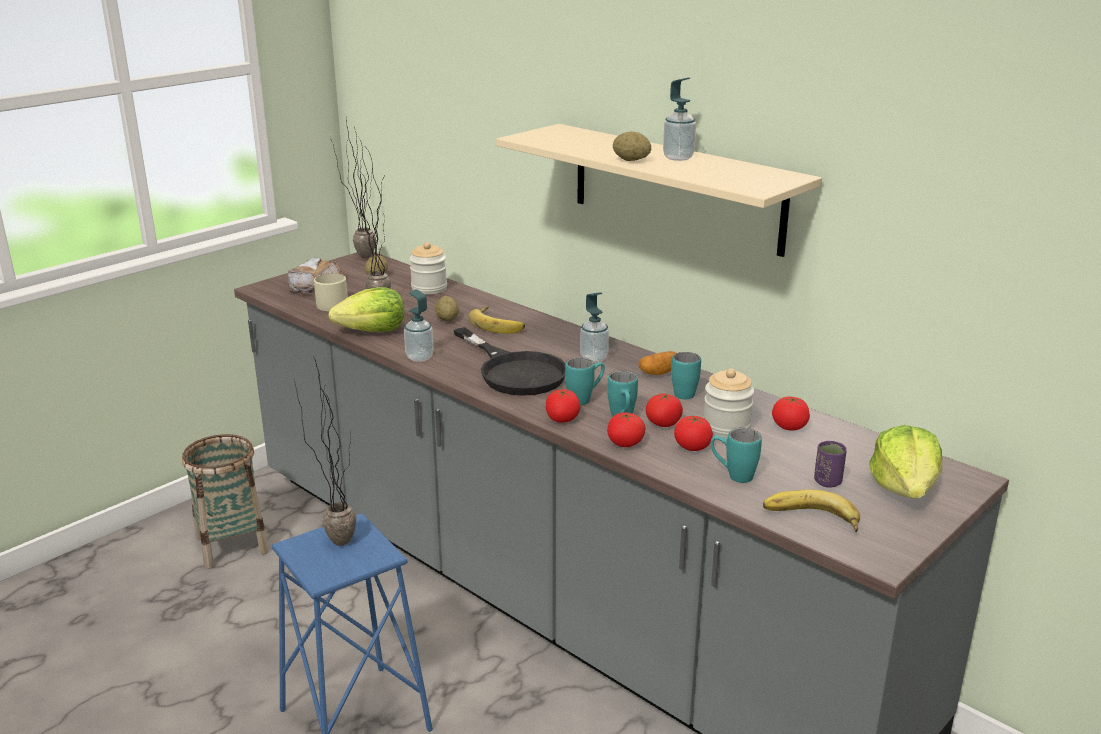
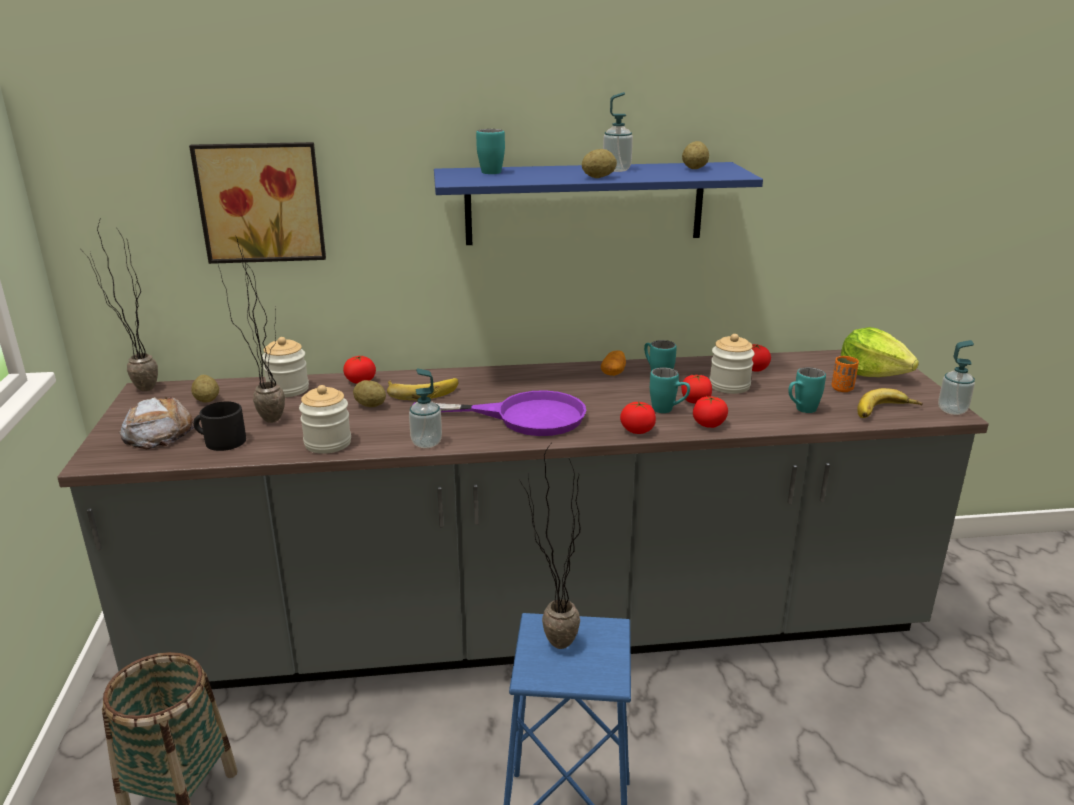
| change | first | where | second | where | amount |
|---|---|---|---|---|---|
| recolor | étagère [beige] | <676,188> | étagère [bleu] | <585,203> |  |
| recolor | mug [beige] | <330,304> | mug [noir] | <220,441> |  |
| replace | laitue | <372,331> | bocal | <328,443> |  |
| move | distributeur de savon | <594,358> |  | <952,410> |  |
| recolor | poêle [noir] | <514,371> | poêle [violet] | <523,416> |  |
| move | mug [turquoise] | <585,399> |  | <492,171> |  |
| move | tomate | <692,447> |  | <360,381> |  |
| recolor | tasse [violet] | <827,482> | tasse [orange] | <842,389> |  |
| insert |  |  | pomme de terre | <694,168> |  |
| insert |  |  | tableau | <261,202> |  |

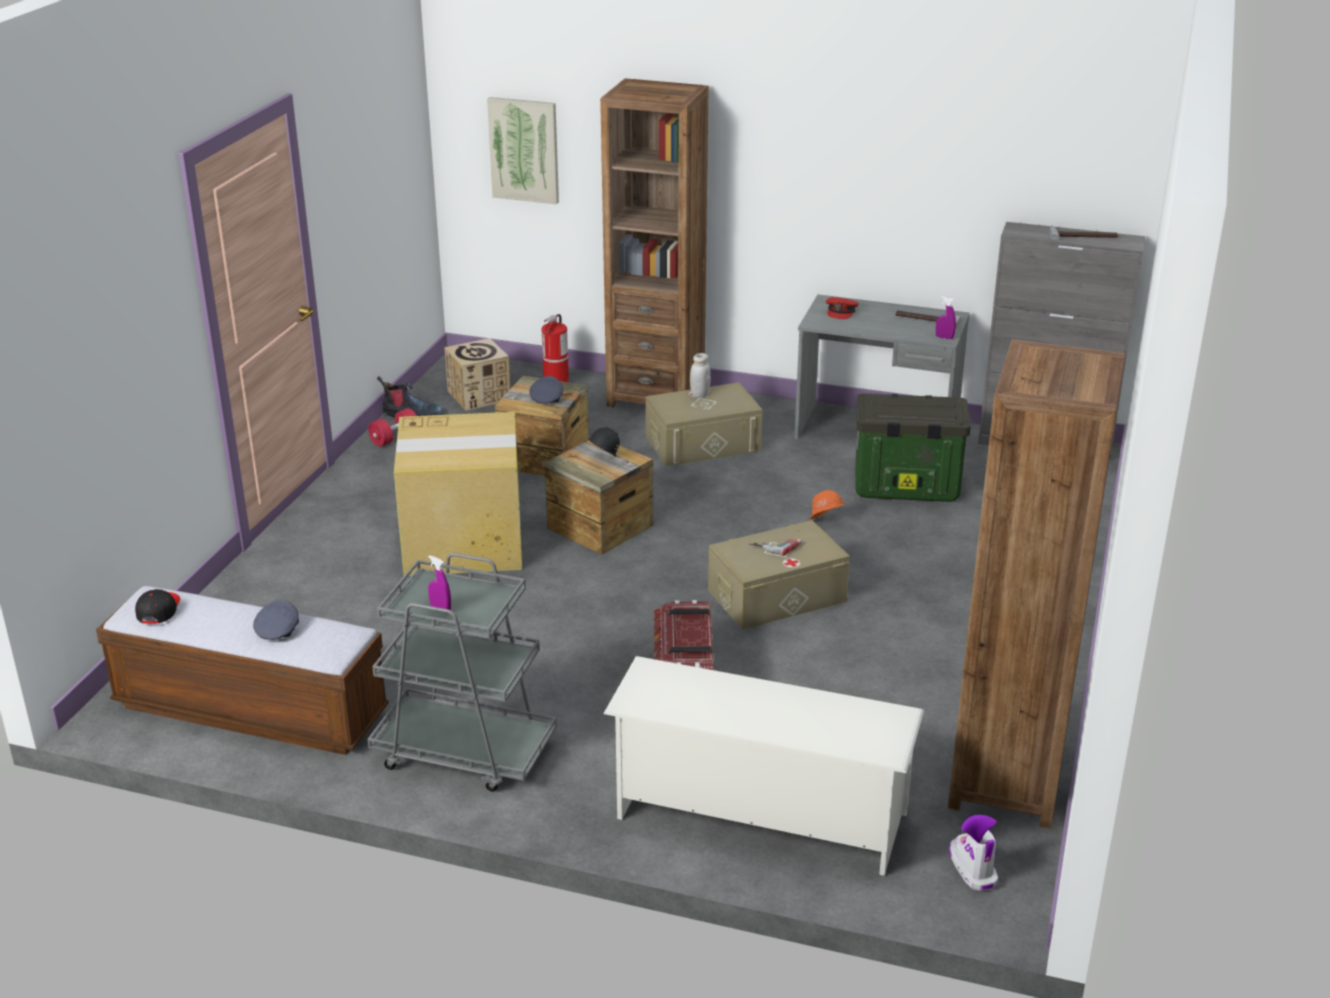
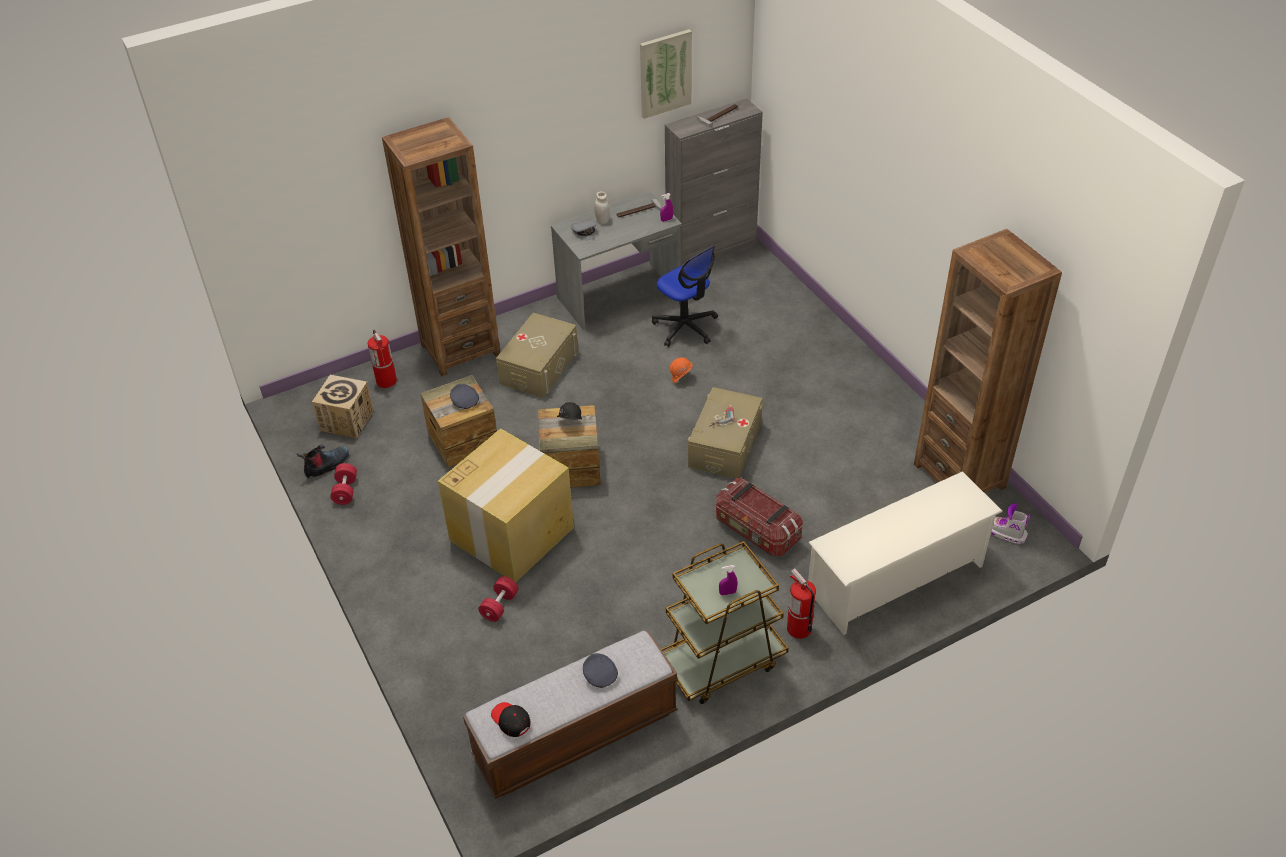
| change | first | where | second | where | amount |
|---|---|---|---|---|---|
| move | tableau | <524,150> |  | <665,73> |  |
| recolor | casquette [rouge] | <841,311> | casquette [gris] | <584,232> |  |
| move | bocal [blanc] | <699,394> |  | <602,220> |  |
| replace | boîte de rangement | <904,487> | chaise de bureau | <685,327> |  |
| recolor | chariot [gris] | <463,752> | chariot [marron] | <722,661> |  |
| insert |  |  | extincteur | <798,628> |  |
| insert |  |  | haltère [rouge] | <499,606> |  |

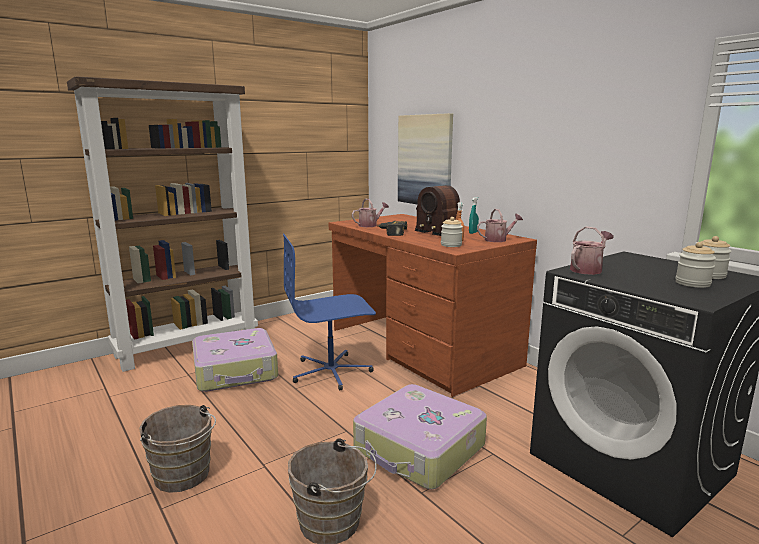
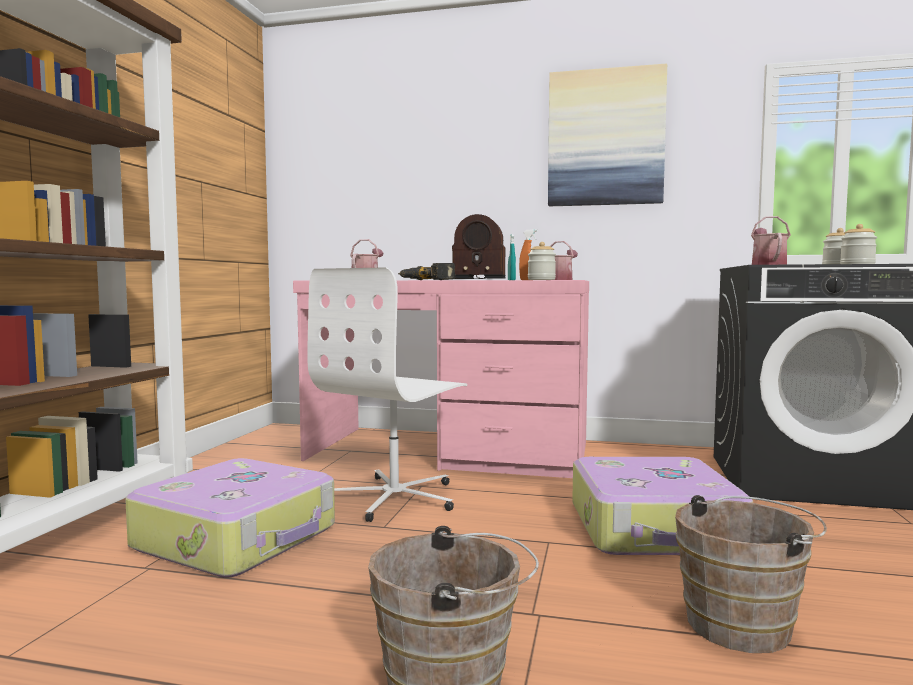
| change | first | where | second | where | amount |
|---|---|---|---|---|---|
| move | tableau | <425,160> |  | <605,138> |  |
| recolor | bureau [marron] | <421,347> | bureau [rose] | <451,451> |  |
| recolor | chaise de bureau [bleu] | <331,372> | chaise de bureau [blanc] | <395,498> |  |

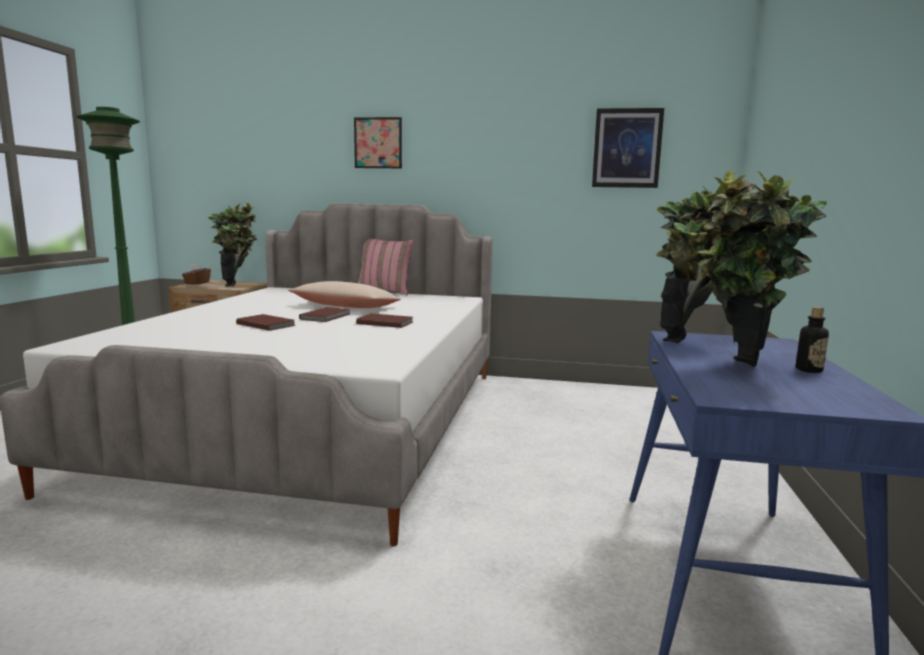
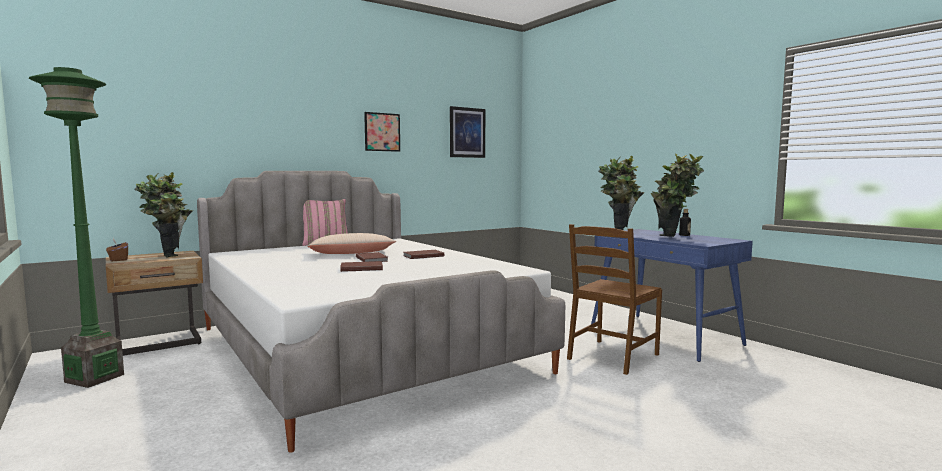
| change | first | where | second | where | amount |
|---|---|---|---|---|---|
| move | tableau | <378,143> |  | <382,132> |  |
| insert |  |  | chaise [marron] | <612,357> |  |

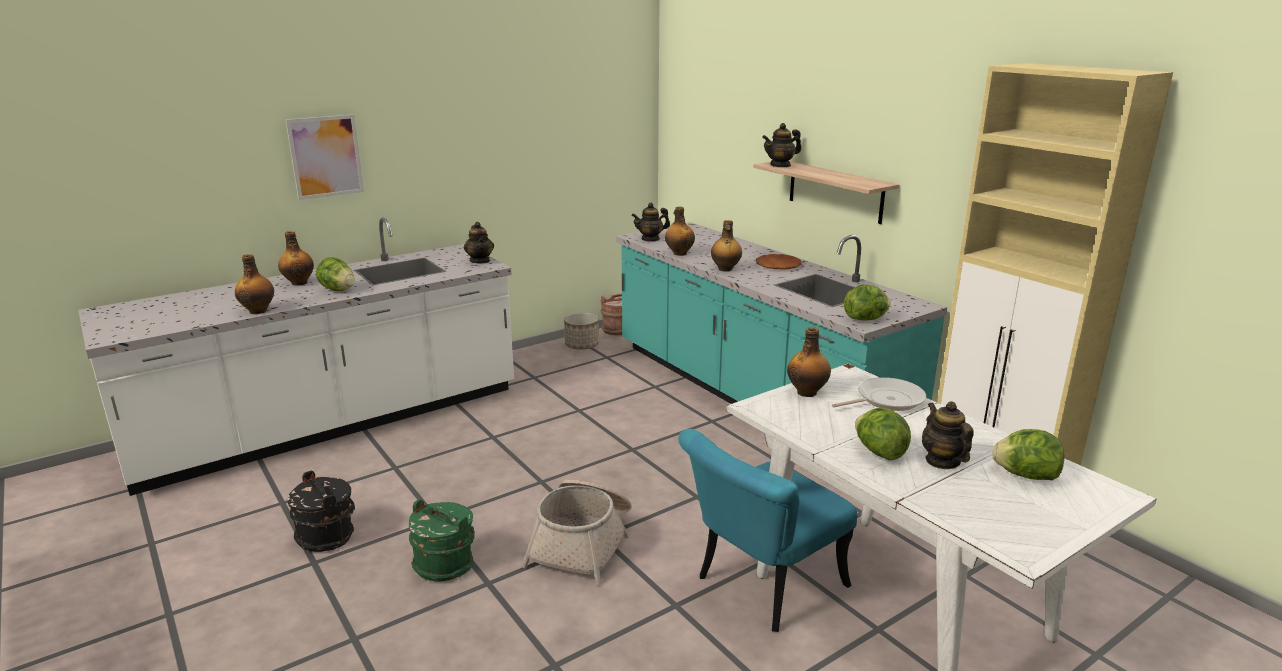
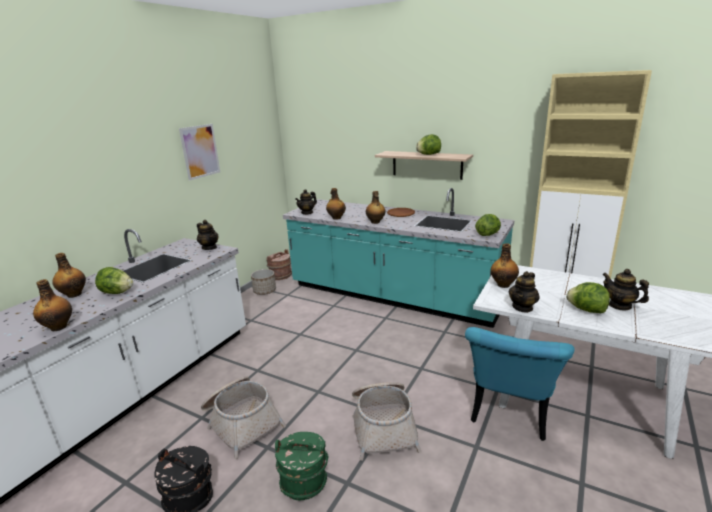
| change | first | where | second | where | amount |
|---|---|---|---|---|---|
| move | tableau | <326,156> |  | <200,151> |  |
| move | théière | <780,165> |  | <522,307> |  |
| delete | poêle | <886,400> |  |  |  |
| move | laitue | <1025,475> |  | <428,154> |  |
| insert |  |  | panier | <241,422> |  |

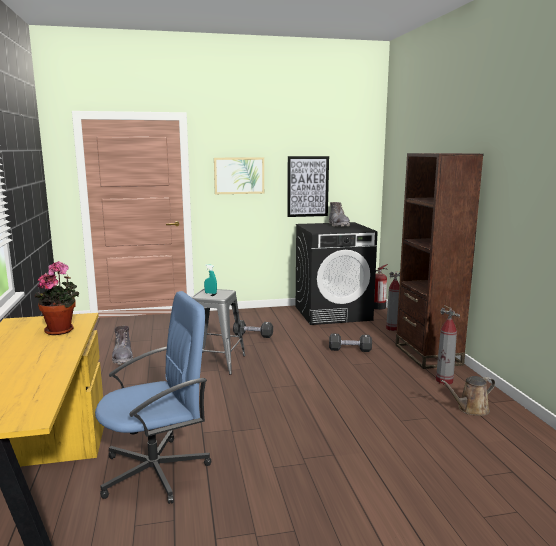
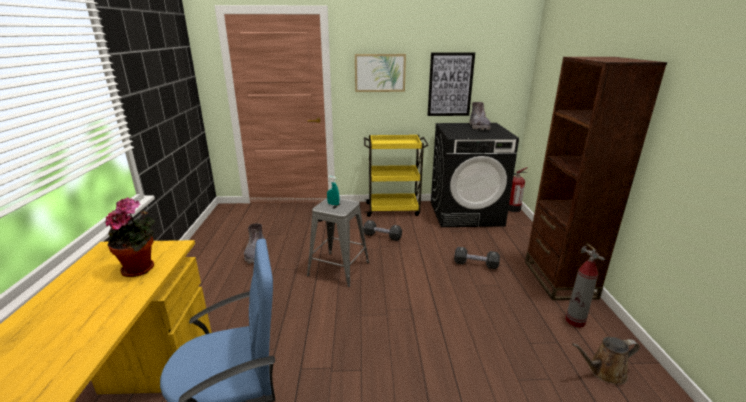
| change | first | where | second | where | amount |
|---|---|---|---|---|---|
| delete | extincteur | <392,328> |  |  |  |
| insert |  |  | chariot [jaune] | <393,209> |  |

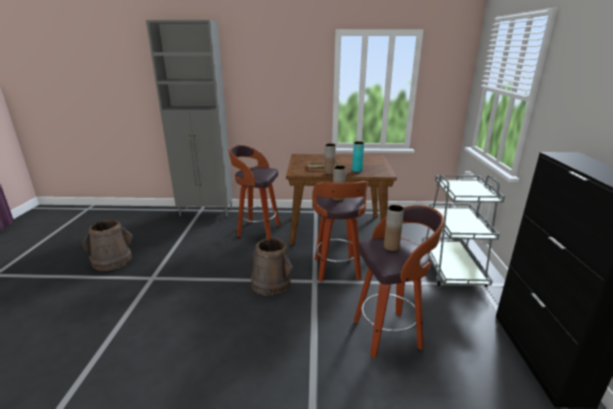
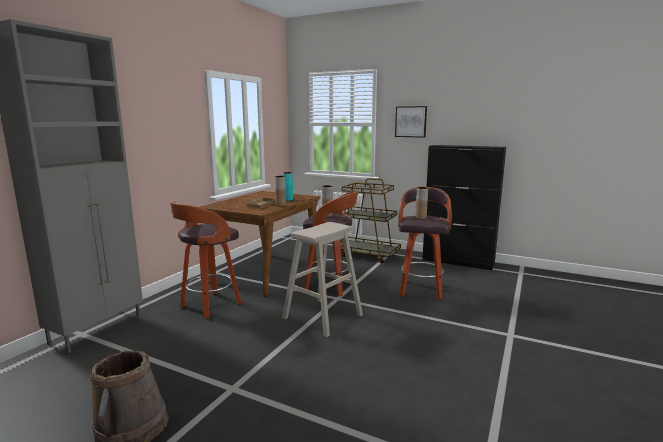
| change | first | where | second | where | amount |
|---|---|---|---|---|---|
| recolor | chariot [gris] | <451,269> | chariot [marron] | <367,254> |  |
| replace | seau [marron] | <271,283> | tabouret [beige] | <323,316> |  |
| insert |  |  | tableau | <411,121> |  |

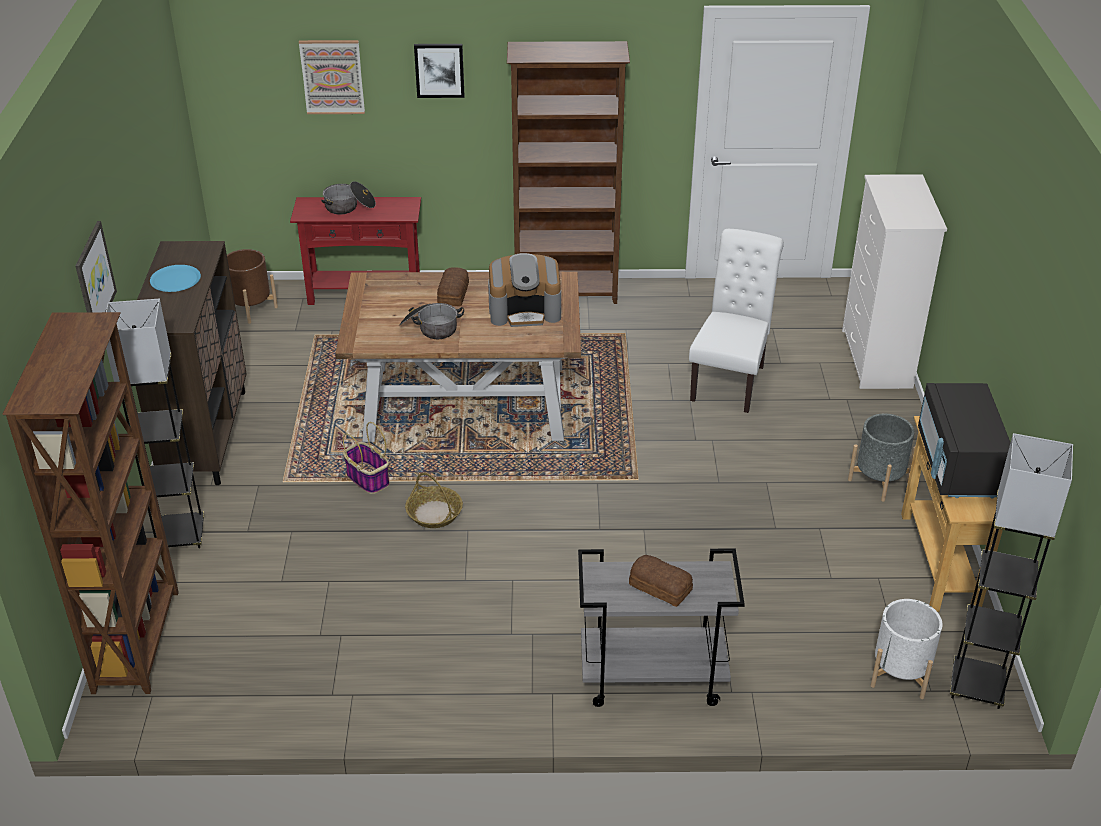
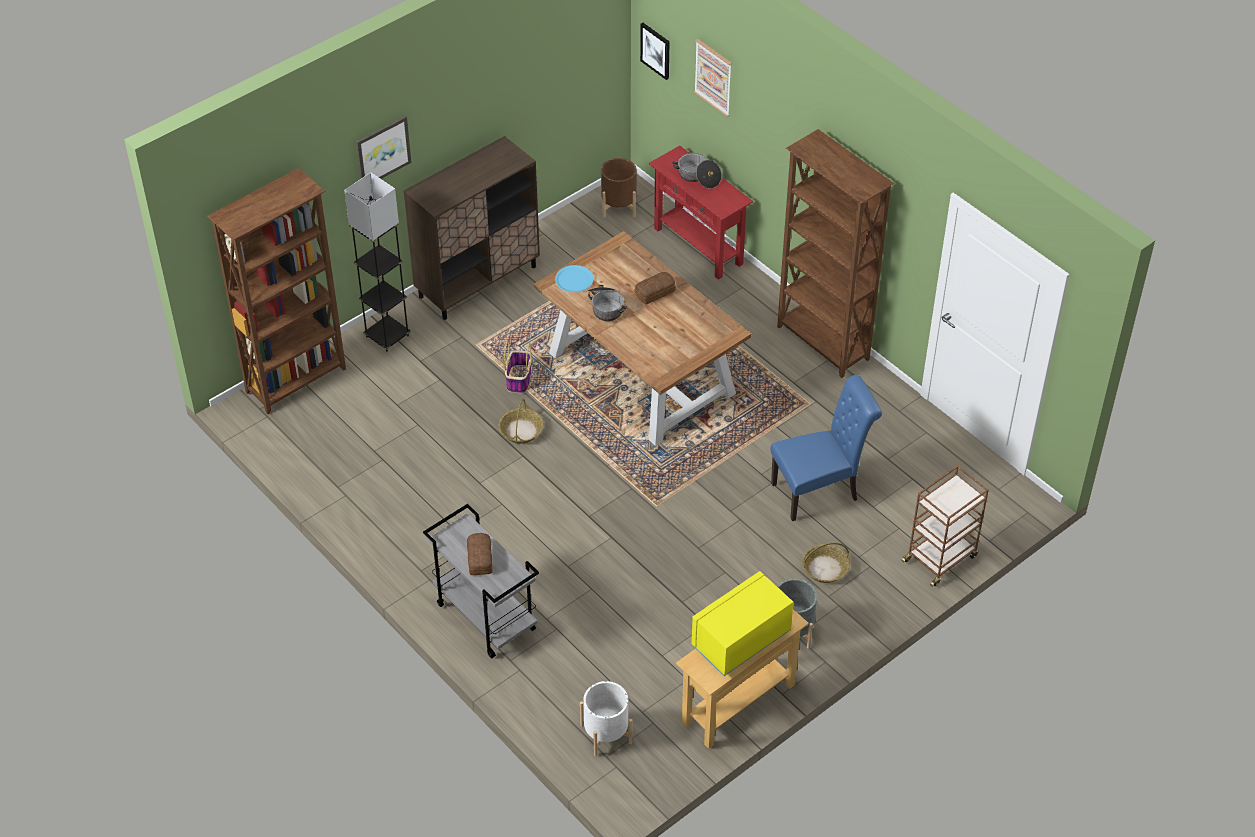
| change | first | where | second | where | amount |
|---|---|---|---|---|---|
| move | tableau | <439,70> |  | <656,50> |  |
| replace | commode [blanc] | <876,359> | chariot [marron] | <940,557> |  |
| recolor | chaise [blanc] | <730,380> | chaise [bleu] | <820,491> |  |
| delete | machine à café | <525,311> |  |  |  |
| move | assiette [bleu] | <175,280> |  | <574,279> |  |
| recolor | micro-ondes [noir] | <957,465> | micro-ondes [jaune] | <740,639> |  |
| delete | lampadaire [gris] | <976,686> |  |  |  |
| insert |  |  | panier | <824,569> |  |

